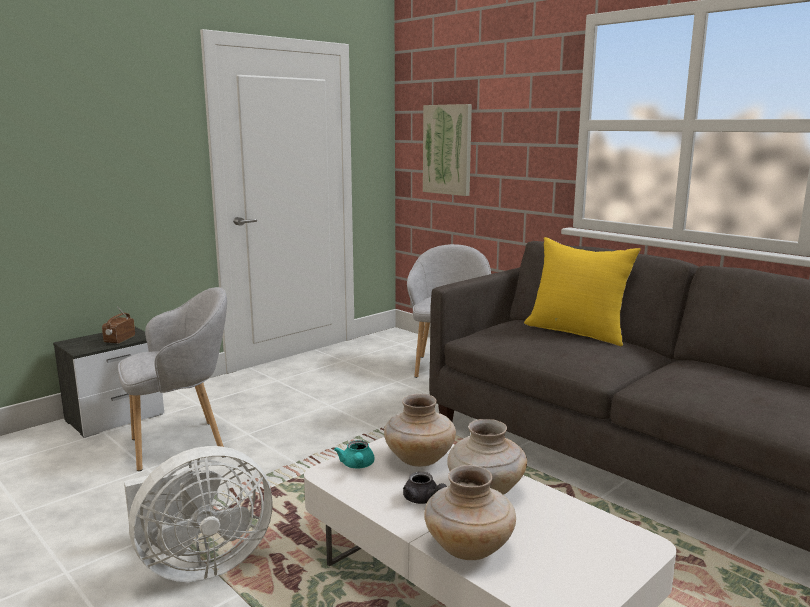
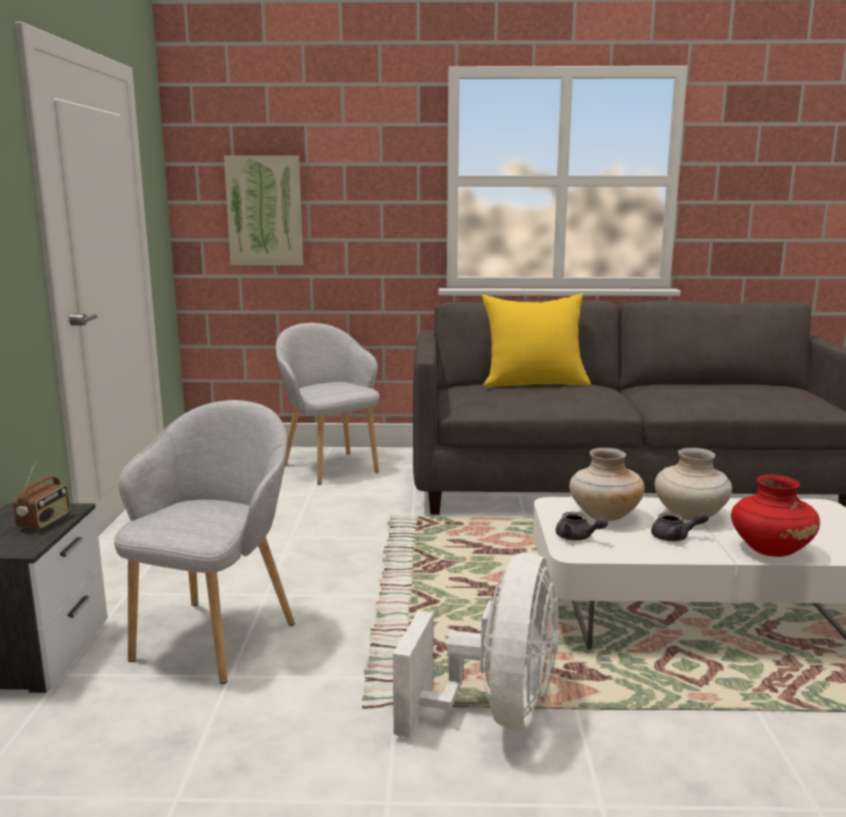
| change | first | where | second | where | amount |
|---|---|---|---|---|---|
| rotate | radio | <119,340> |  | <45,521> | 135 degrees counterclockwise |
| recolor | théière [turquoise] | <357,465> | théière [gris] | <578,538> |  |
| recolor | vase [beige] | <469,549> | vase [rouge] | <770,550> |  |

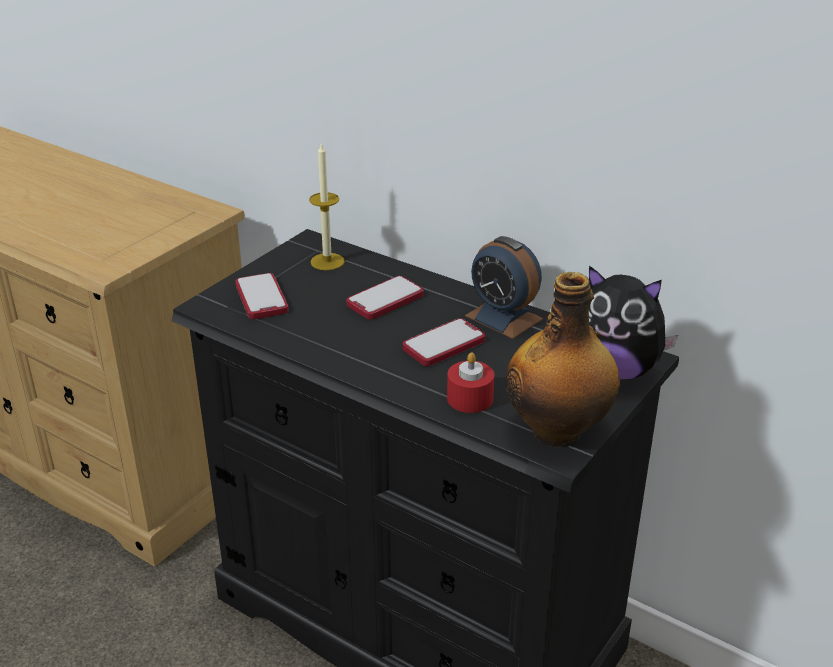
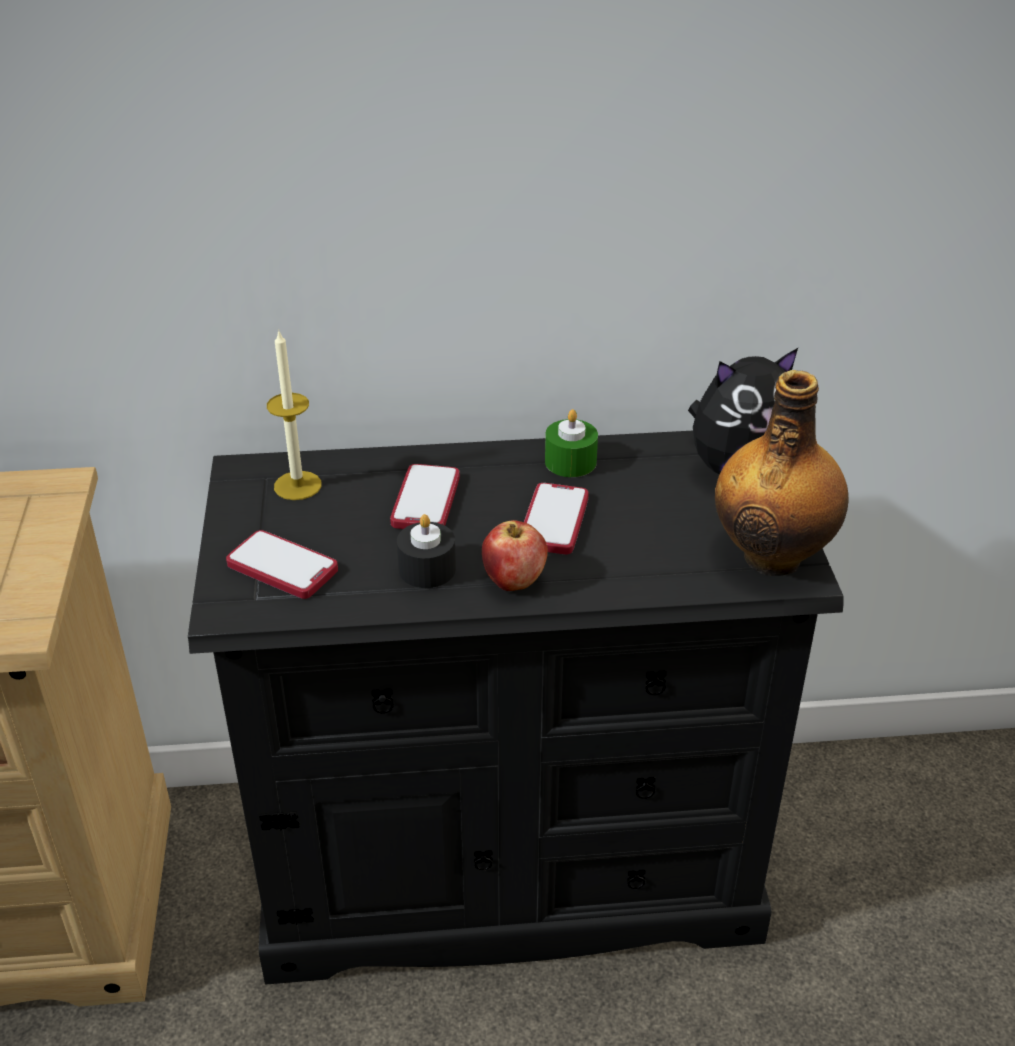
| change | first | where | second | where | amount |
|---|---|---|---|---|---|
| replace | réveil | <504,317> | bougie [vert] | <570,462> |  |
| delete | bougie [rouge] | <470,398> |  |  |  |
| insert |  |  | bougie [noir] | <427,569> |  |
| insert |  |  | pomme | <513,581> |  |

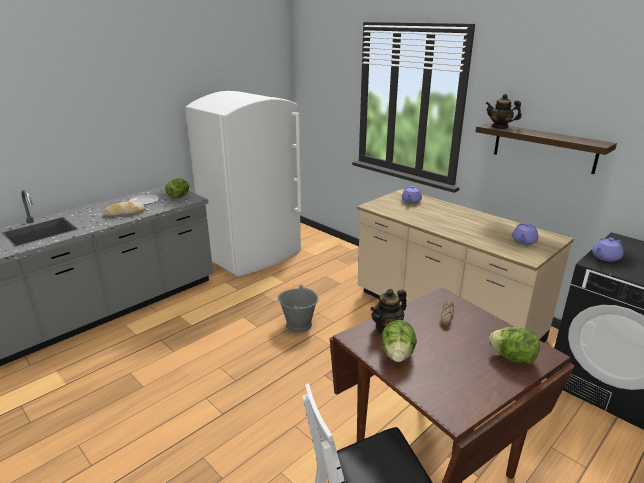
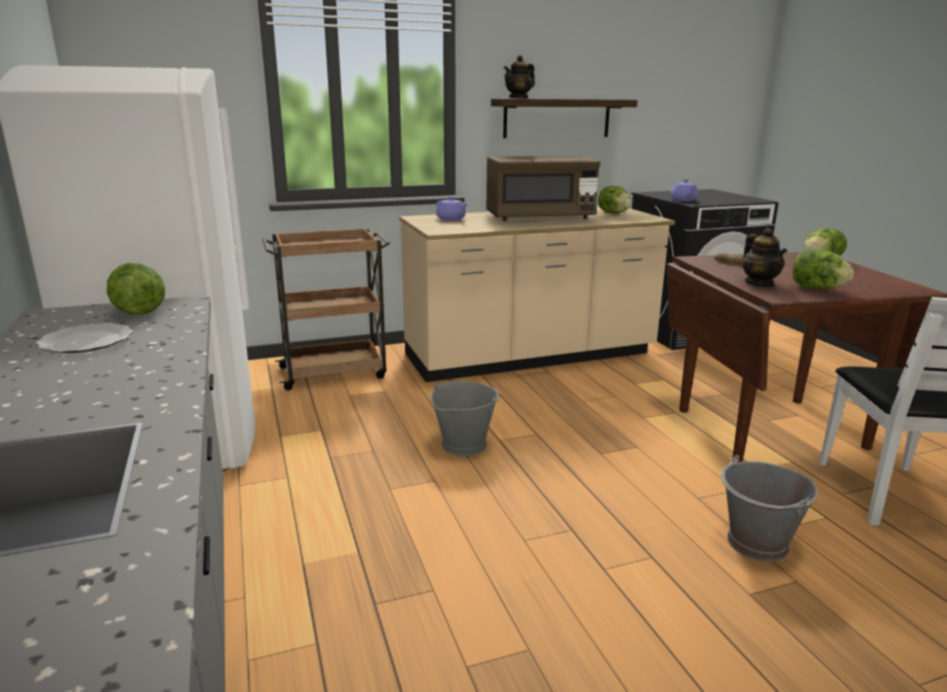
| change | first | where | second | where | amount |
|---|---|---|---|---|---|
| delete | pain | <125,213> |  |  |  |
| replace | théière [violet] | <523,241> | laitue | <613,213> |  |
| insert |  |  | micro-ondes [marron] | <539,217> |  |
| insert |  |  | chariot [marron] | <335,372> |  |
| insert |  |  | seau [gris] | <757,544> |  |

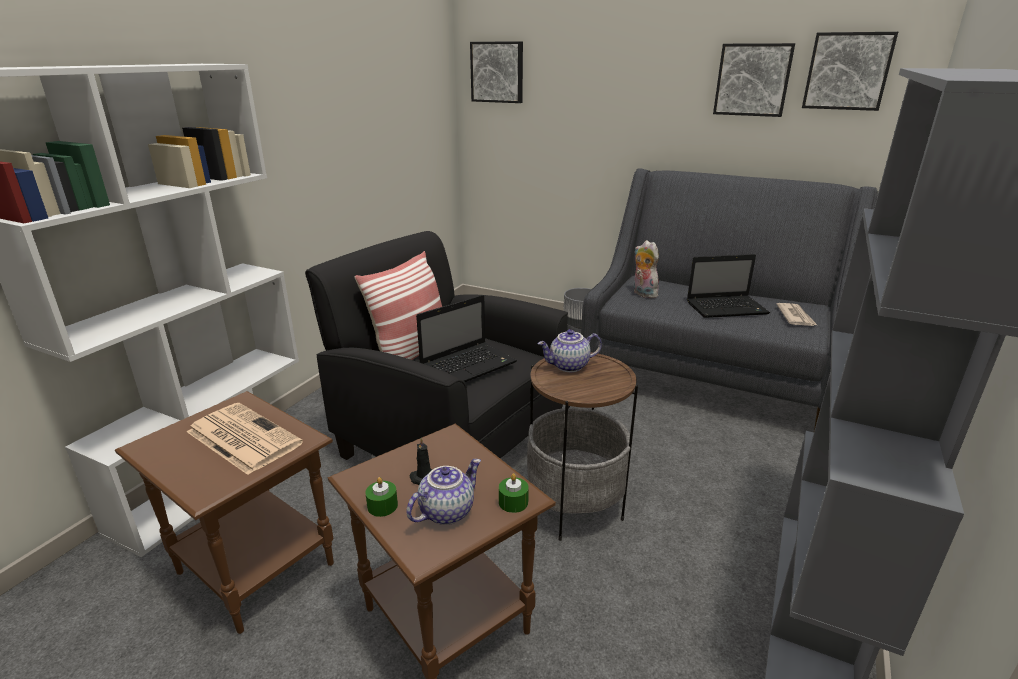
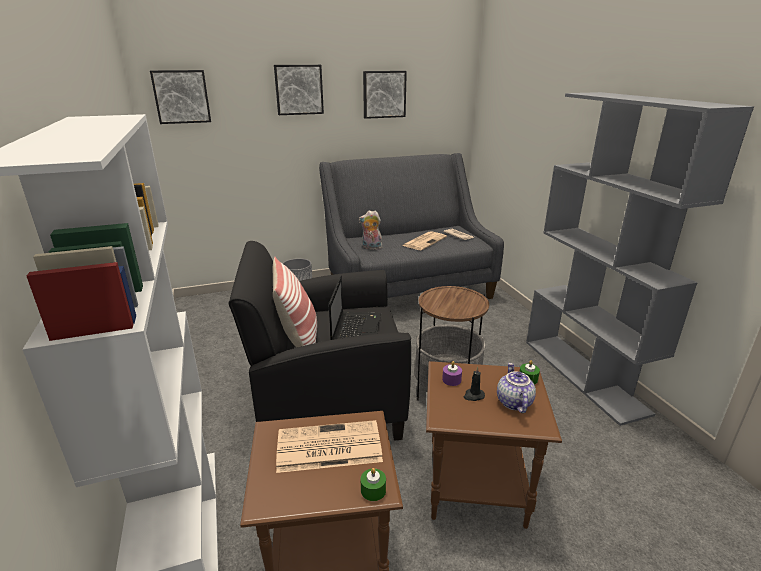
| change | first | where | second | where | amount |
|---|---|---|---|---|---|
| move | tableau | <847,71> |  | <299,89> |  |
| replace | ordinateur portable | <727,308> | journal | <424,241> |  |
| delete | théière | <569,366> |  |  |  |
| move | bougie [vert] | <382,506> |  | <373,490> |  |
| insert |  |  | bougie [violet] | <451,380> |  |

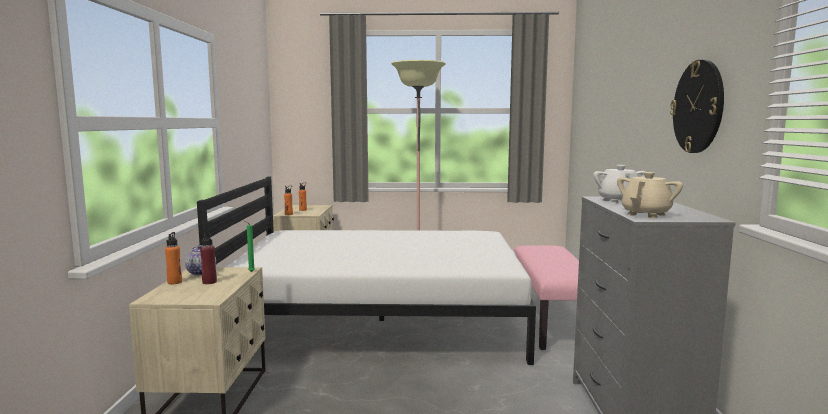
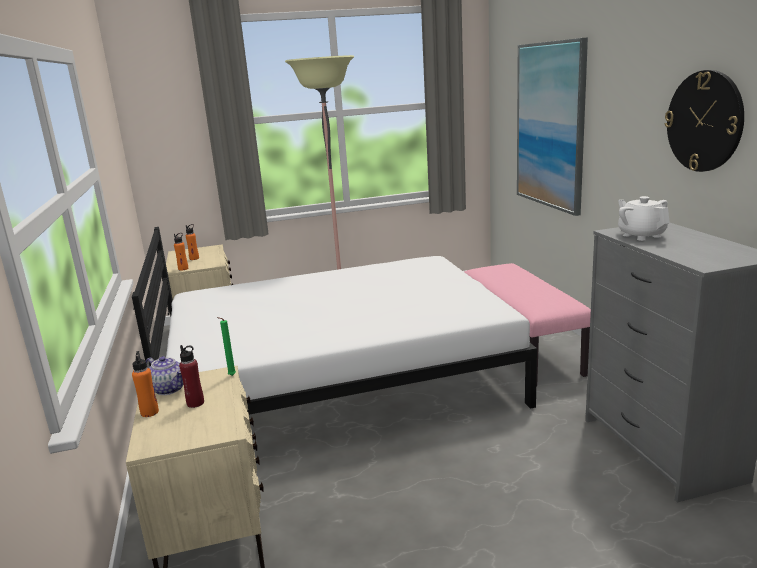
| change | first | where | second | where | amount |
|---|---|---|---|---|---|
| delete | théière [beige] | <646,214> |  |  |  |
| insert |  |  | tableau | <550,126> |  |

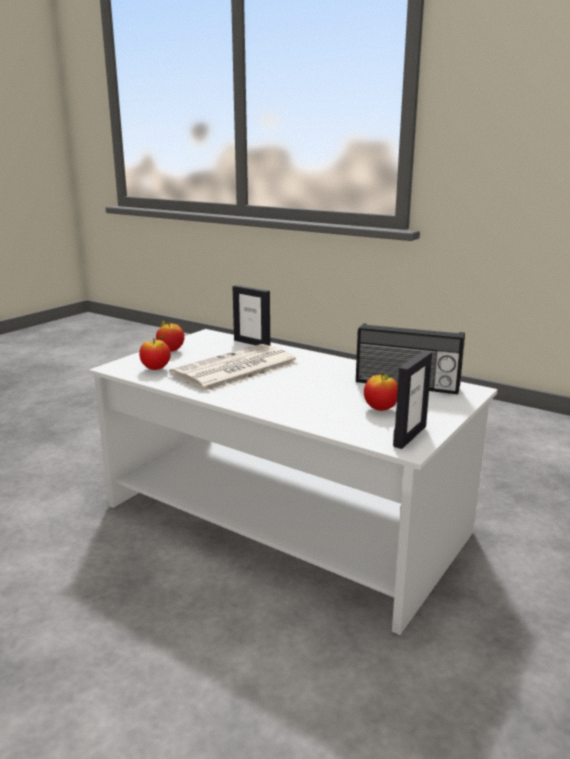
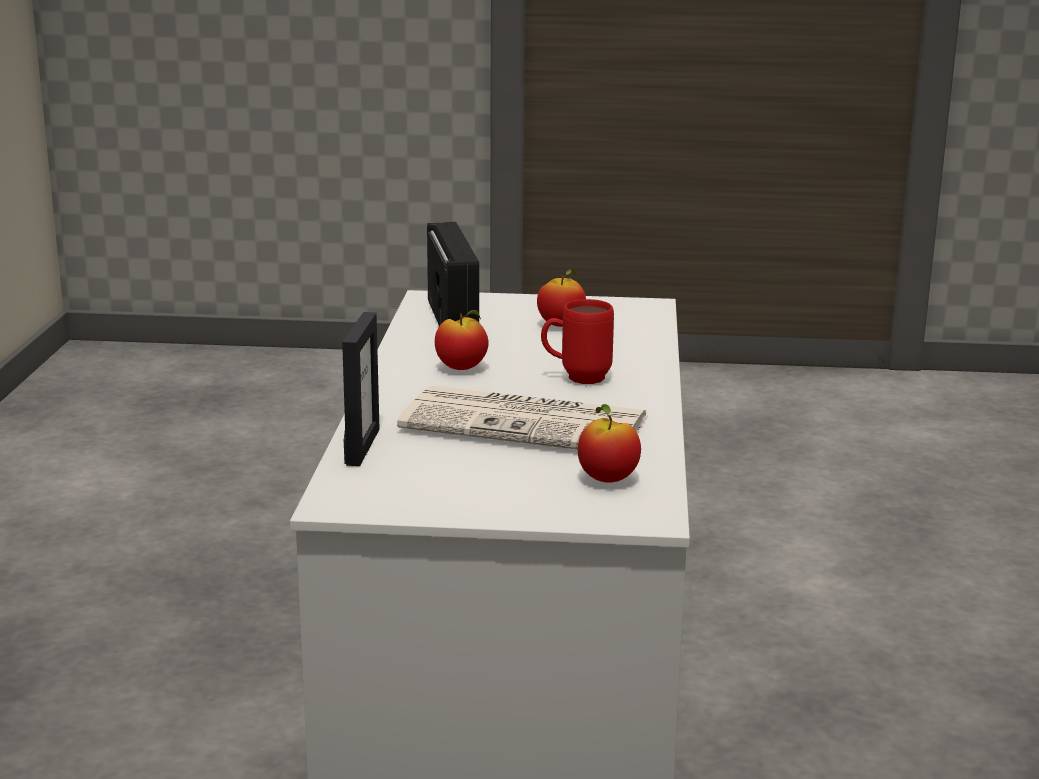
| change | first | where | second | where | amount |
|---|---|---|---|---|---|
| move | pomme | <171,350> |  | <461,368> |  |
| delete | cadre photo | <409,436> |  |  |  |
| insert |  |  | mug [rouge] | <576,378> |  |

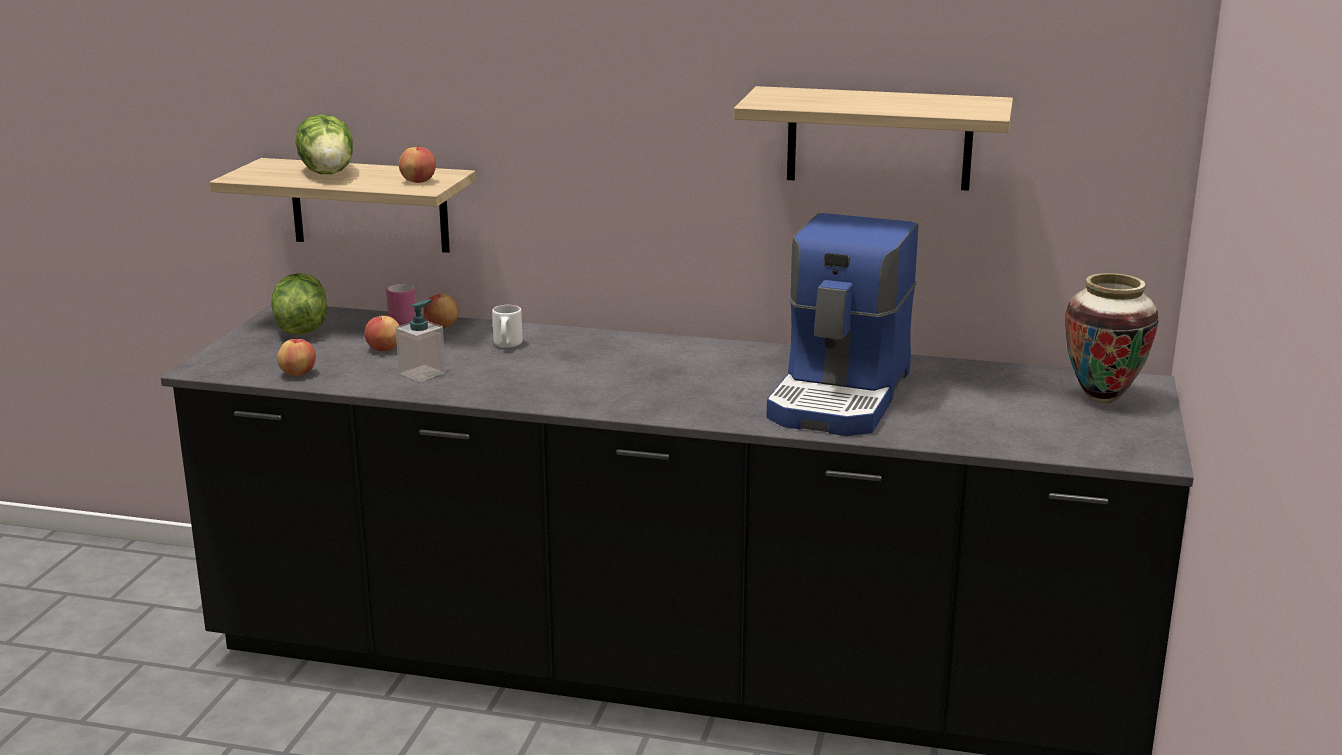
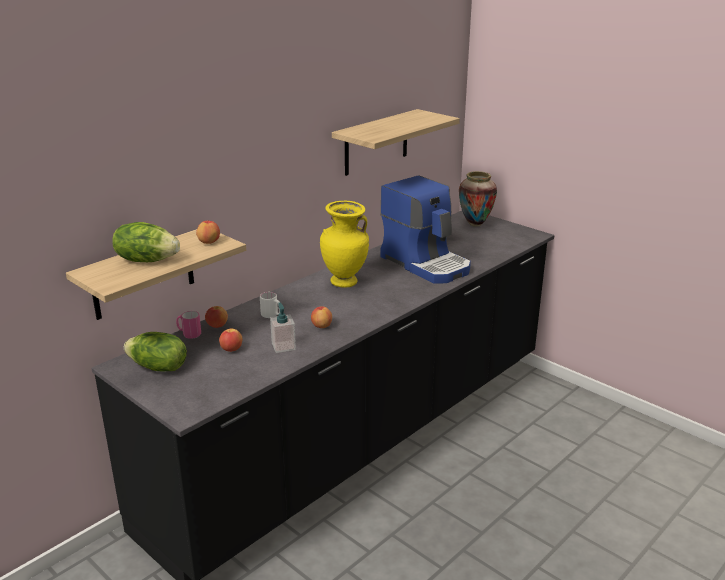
| change | first | where | second | where | amount |
|---|---|---|---|---|---|
| move | pomme | <298,373> |  | <321,326> |  |
| insert |  |  | vase [jaune] | <344,283> |  |

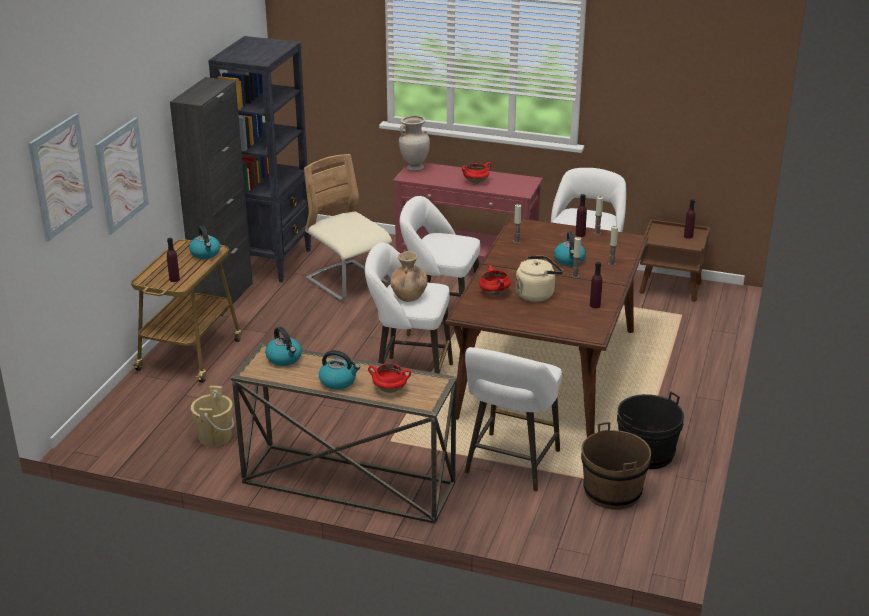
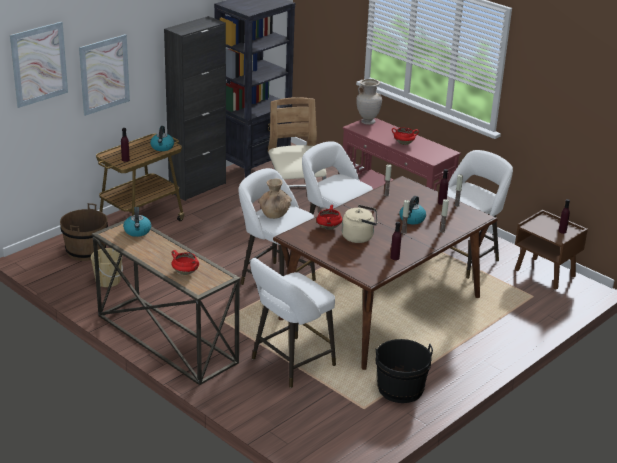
| change | first | where | second | where | amount |
|---|---|---|---|---|---|
| delete | bouilloire | <338,381> |  |  |  |
| move | seau [marron] | <612,492> |  | <86,251> |  |

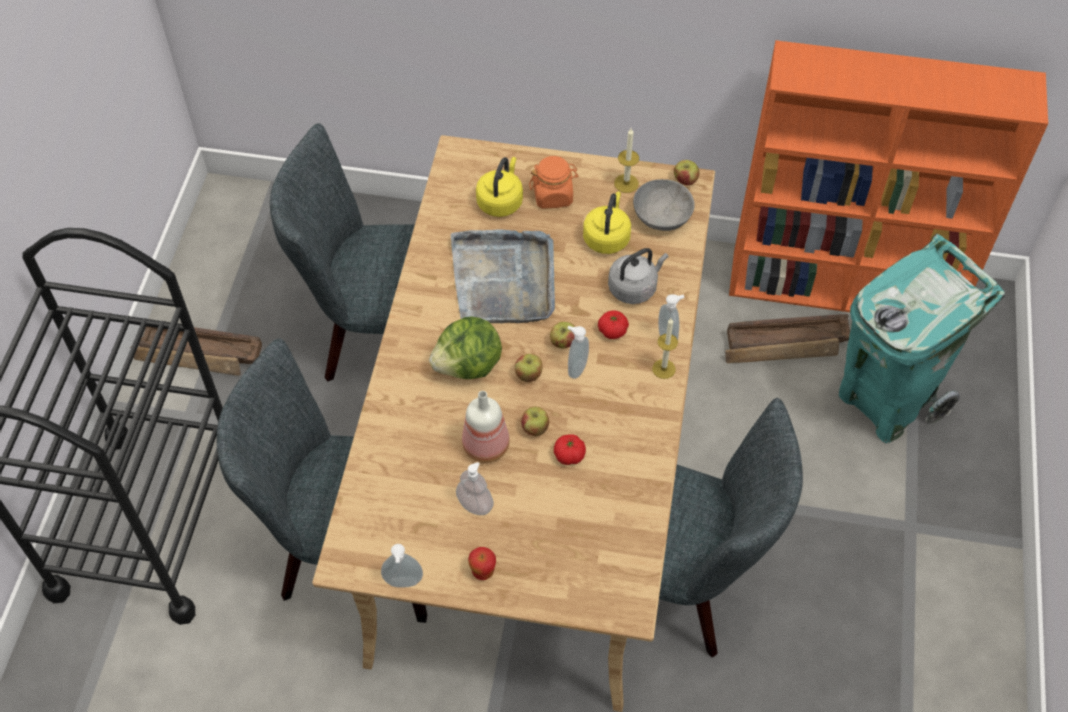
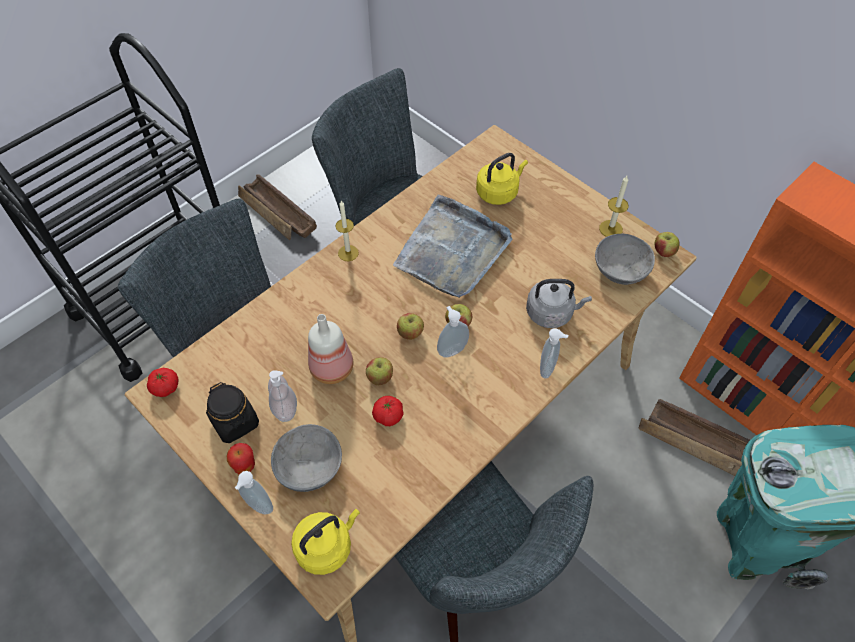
| change | first | where | second | where | amount |
|---|---|---|---|---|---|
| delete | bocal [orange] | <553,195> |  |  |  |
| move | bouilloire [jaune] | <607,237> |  | <326,546> |  |
| move | tomate | <612,331> |  | <165,387> |  |
| delete | laitue | <469,366> |  |  |  |
| move | bougie | <663,369> |  | <348,253> |  |
| move | distributeur de savon | <403,584> |  | <258,507> |  |
| insert |  |  | bocal [noir] | <235,422> |  |
| insert |  |  | bol [gris] | <308,467> |  |

